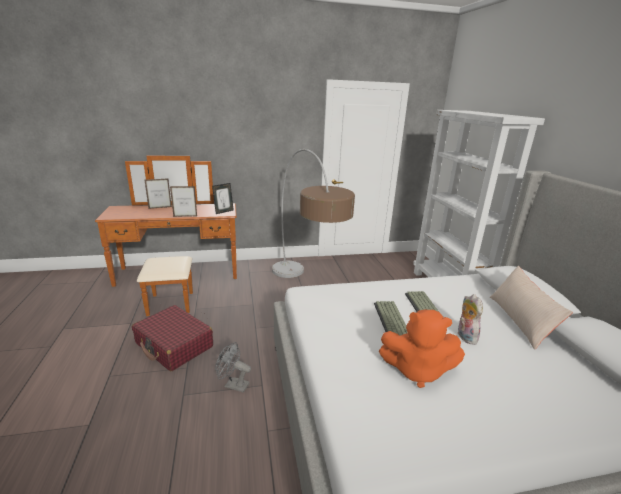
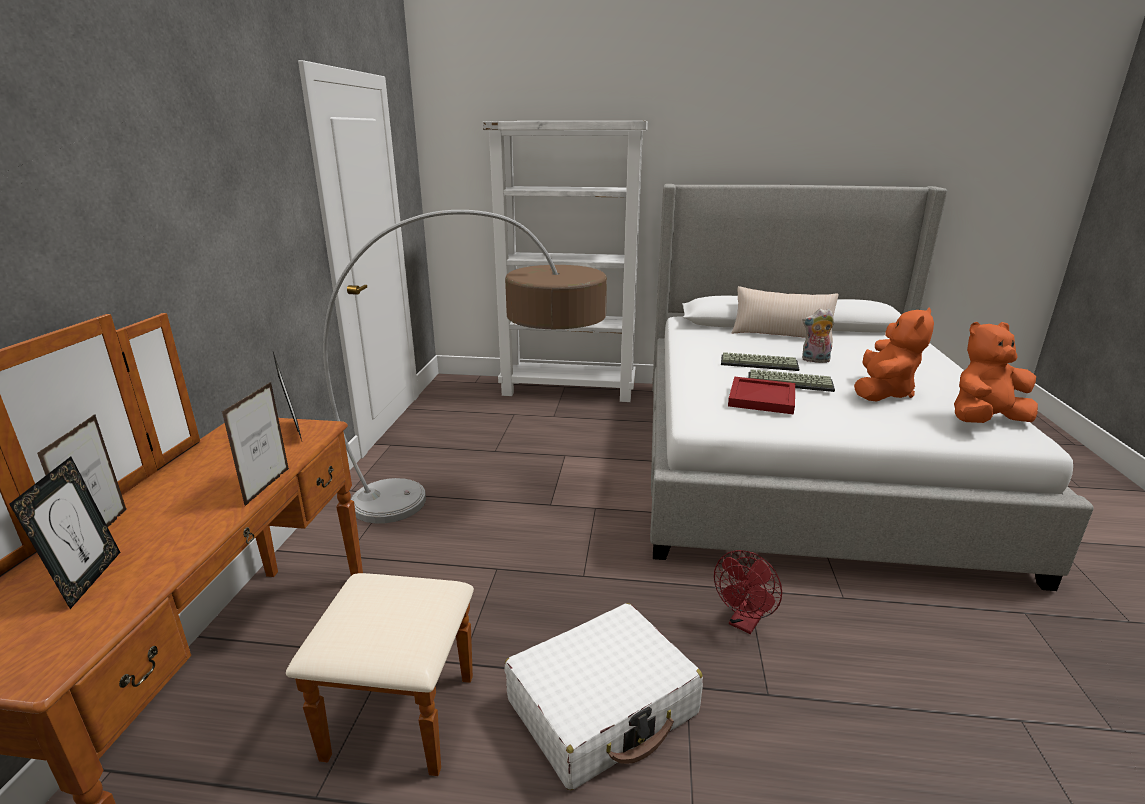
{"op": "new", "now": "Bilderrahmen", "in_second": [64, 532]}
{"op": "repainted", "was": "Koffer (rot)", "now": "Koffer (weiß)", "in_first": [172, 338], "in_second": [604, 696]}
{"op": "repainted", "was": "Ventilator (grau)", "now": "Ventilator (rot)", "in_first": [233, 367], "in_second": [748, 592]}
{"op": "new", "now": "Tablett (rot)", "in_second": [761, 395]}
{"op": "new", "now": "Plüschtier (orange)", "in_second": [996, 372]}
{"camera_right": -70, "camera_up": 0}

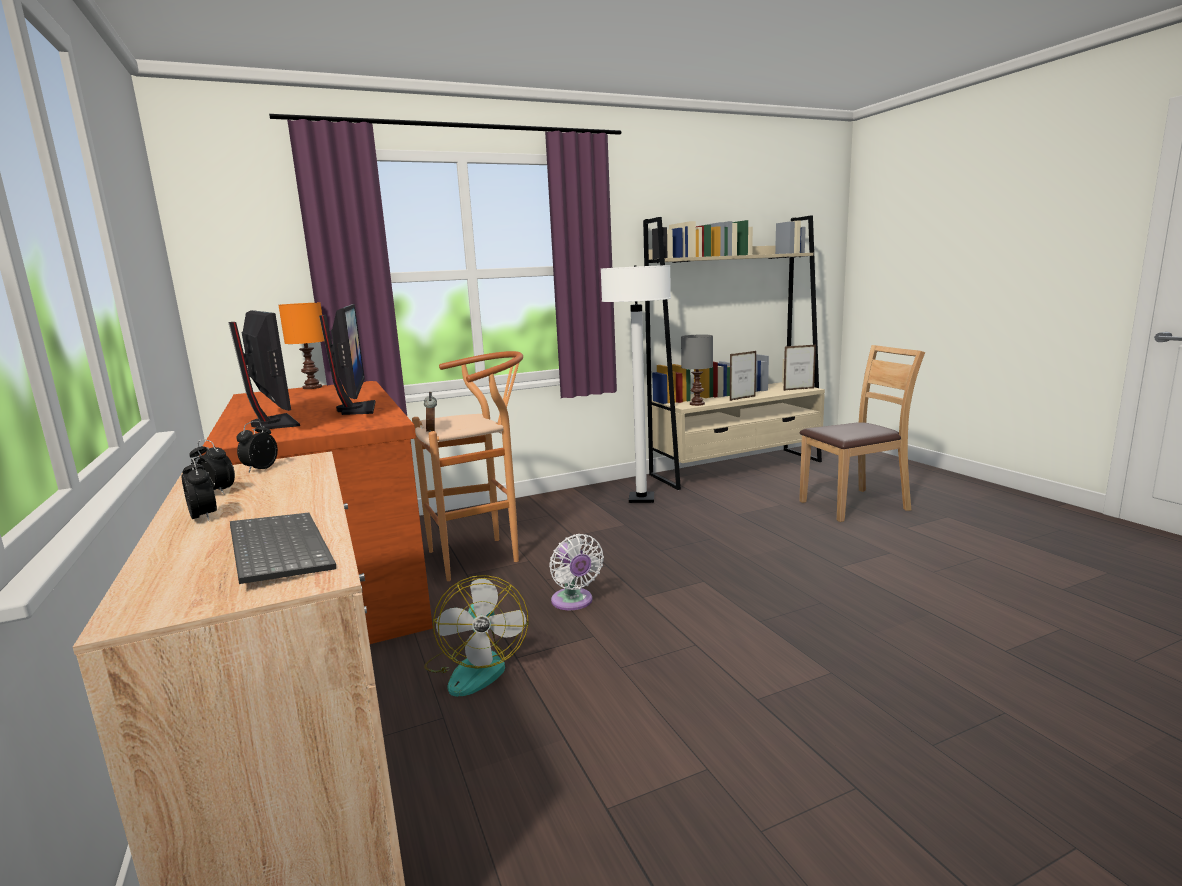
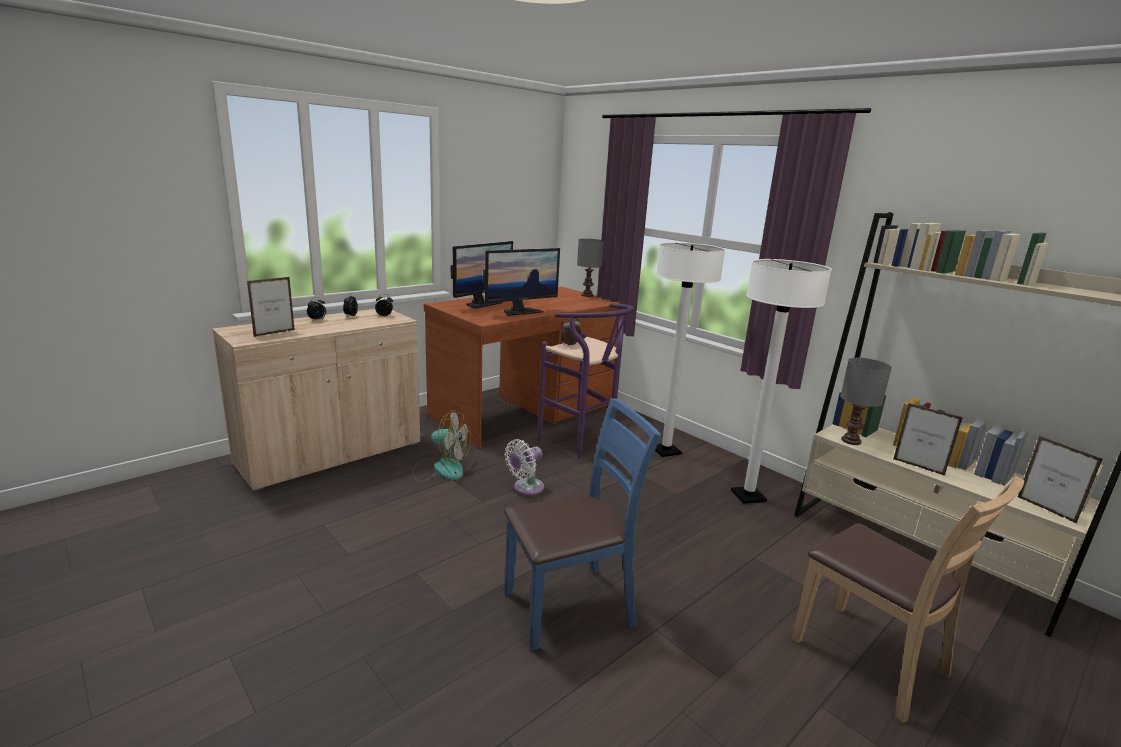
{"op": "swapped", "was": "Tastatur", "now": "Bilderrahmen", "in_first": [283, 548], "in_second": [271, 307]}
{"op": "rotated", "was": "Ventilator", "in_first": [476, 636], "in_second": [441, 446], "clockwise": -135}
{"op": "new", "now": "Stuhl (blau)", "in_second": [582, 524]}
{"op": "repainted", "was": "Hocker (braun)", "now": "Hocker (lila)", "in_first": [467, 466], "in_second": [586, 381]}
{"op": "repainted", "was": "Tischlampe (orange)", "now": "Tischlampe (grau)", "in_first": [301, 345], "in_second": [590, 268]}
{"op": "new", "now": "Stehlampe (weiß)", "in_second": [690, 349]}
{"camera_right": 70, "camera_up": 5}

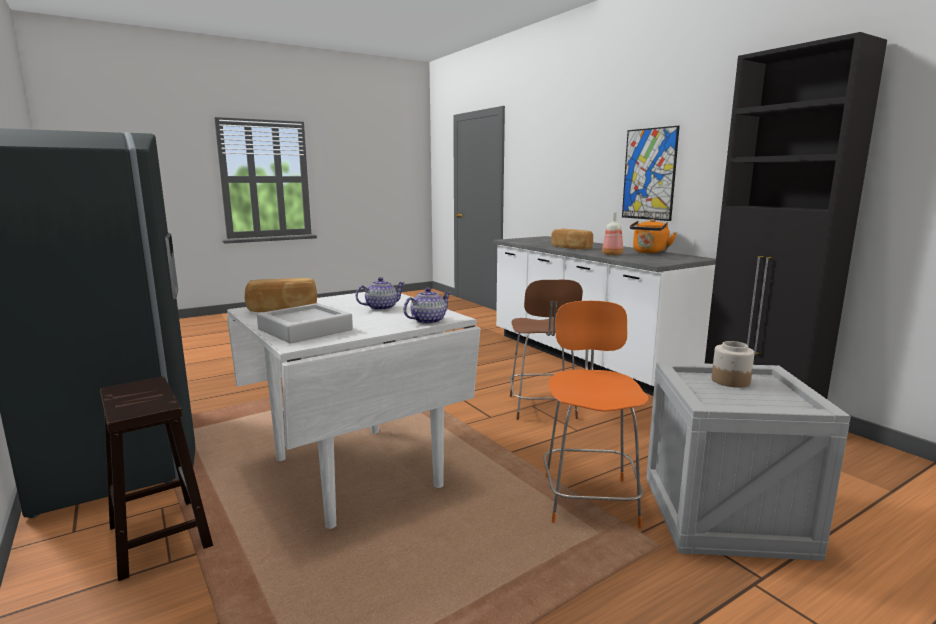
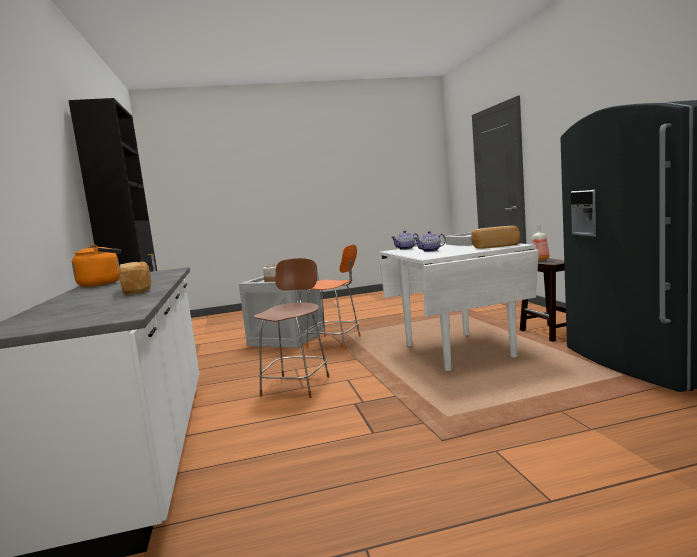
{"op": "rotated", "was": "Stuhl (orange)", "in_first": [595, 414], "in_second": [332, 297], "clockwise": -90}
{"op": "shifted", "was": "Flasche", "in_first": [612, 233], "in_second": [540, 242]}
{"op": "gone", "was": "Bild", "in_first": [651, 173]}
{"camera_right": -160, "camera_up": -5}

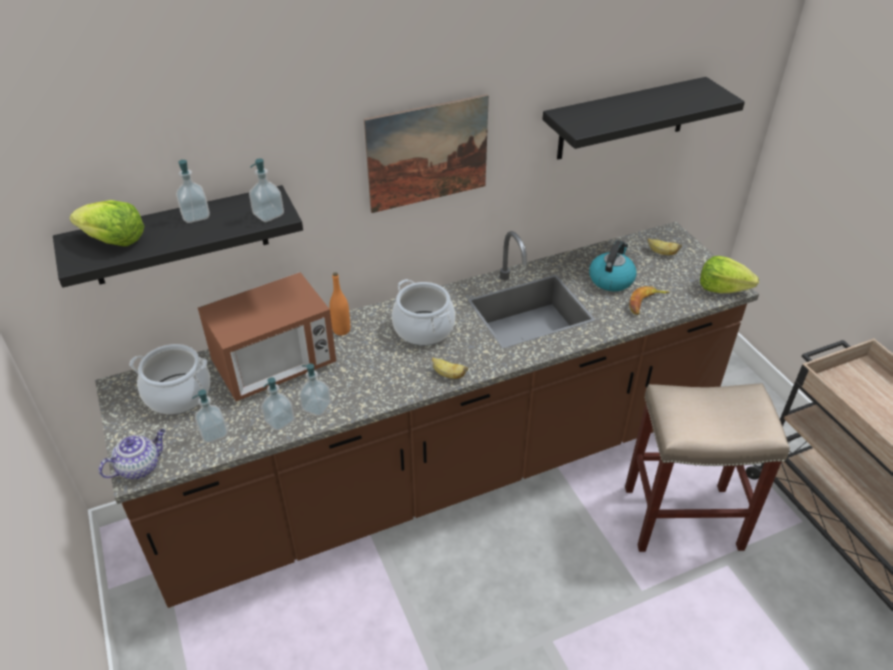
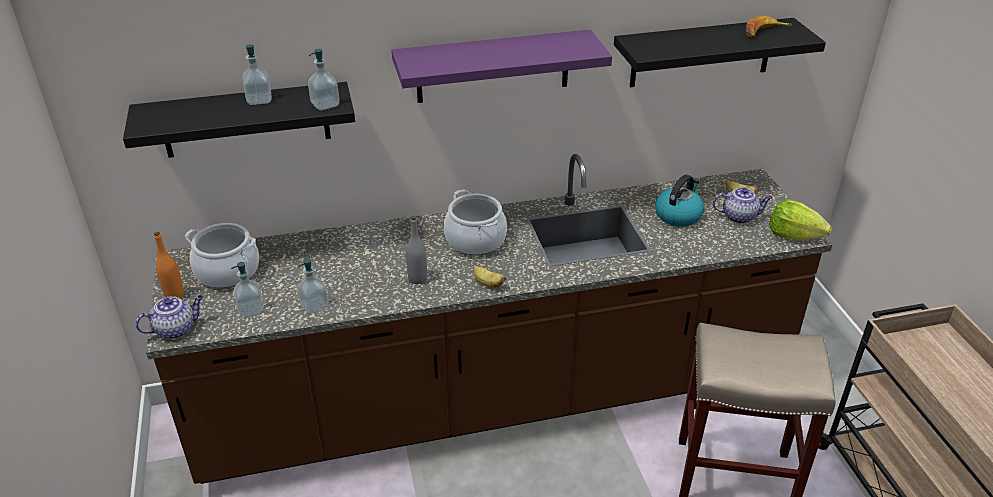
{"op": "shifted", "was": "Flasche (orange)", "in_first": [339, 303], "in_second": [169, 265]}
{"op": "swapped", "was": "Bild", "now": "Wandregal (lila)", "in_first": [426, 153], "in_second": [502, 66]}
{"op": "new", "now": "Flasche (grau)", "in_second": [416, 250]}
{"op": "new", "now": "Teekanne", "in_second": [742, 206]}
{"op": "shifted", "was": "Banane", "in_first": [650, 300], "in_second": [769, 26]}
{"op": "gone", "was": "Salatkopf", "in_first": [107, 223]}
{"op": "gone", "was": "Mikrowelle", "in_first": [267, 336]}
{"op": "gone", "was": "Seifenspender", "in_first": [315, 390]}
{"camera_right": 10, "camera_up": -5}

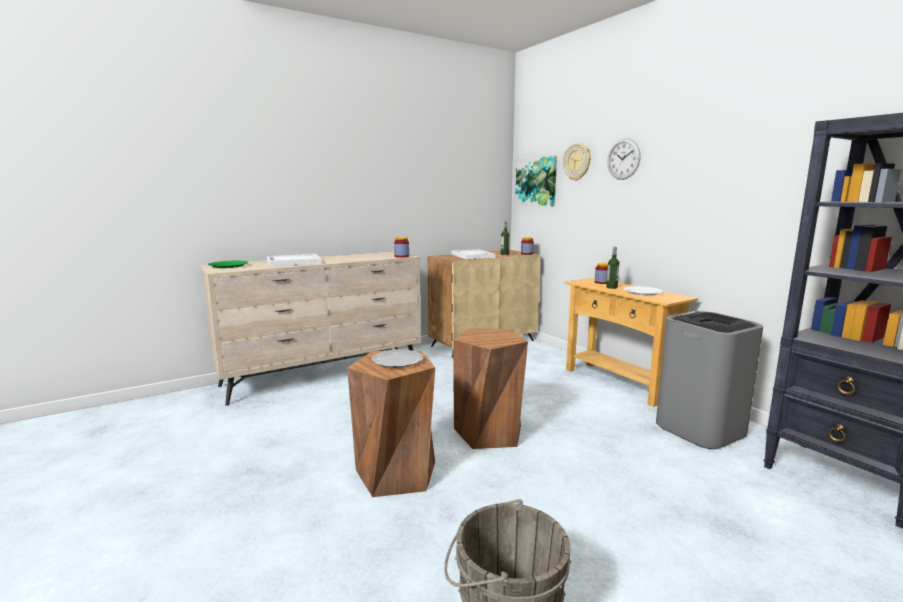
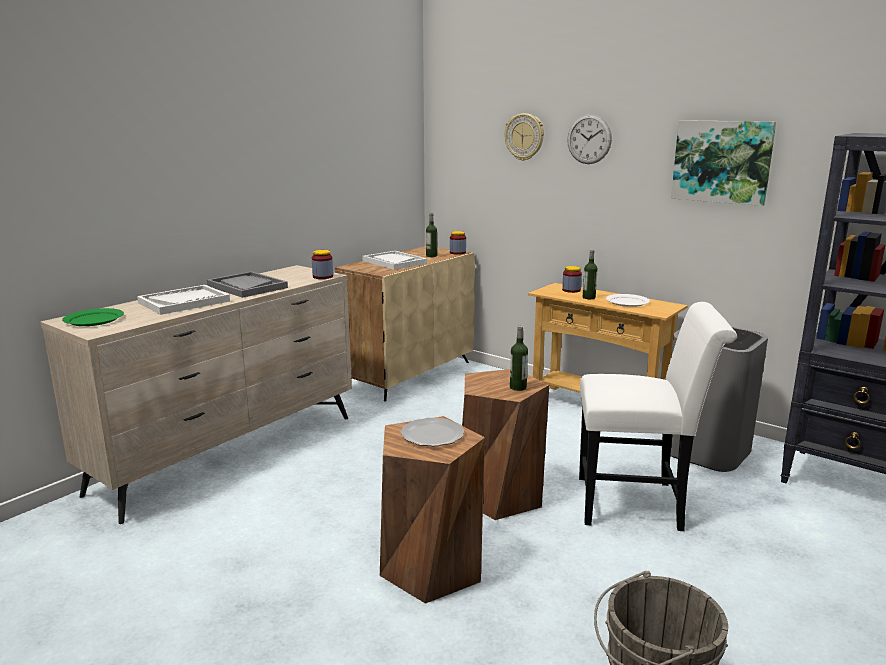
{"op": "new", "now": "Tablett (grau)", "in_second": [247, 284]}
{"op": "new", "now": "Flasche", "in_second": [519, 358]}
{"op": "new", "now": "Stuhl (weiß)", "in_second": [658, 416]}
{"op": "shifted", "was": "Bild", "in_first": [536, 181], "in_second": [723, 163]}
{"camera_right": -20, "camera_up": 5}

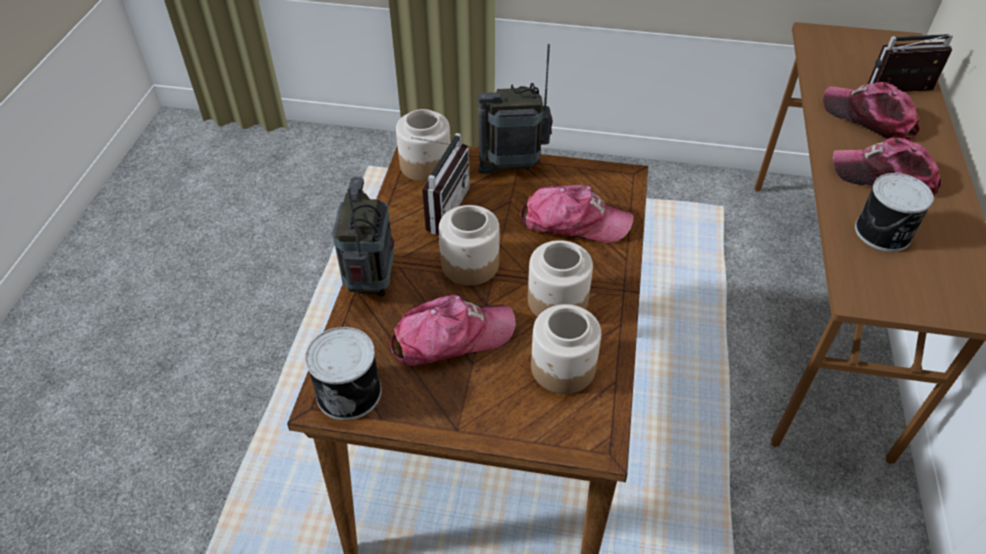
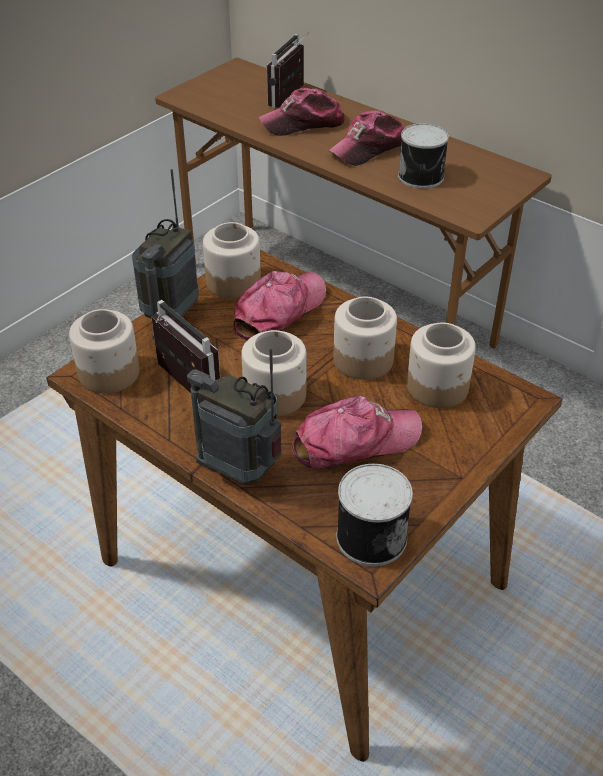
{"op": "new", "now": "Vorratsglas", "in_second": [232, 260]}
{"op": "rotated", "was": "Kappe", "in_first": [453, 330], "in_second": [357, 432], "clockwise": 60}
{"camera_right": -60, "camera_up": -5}

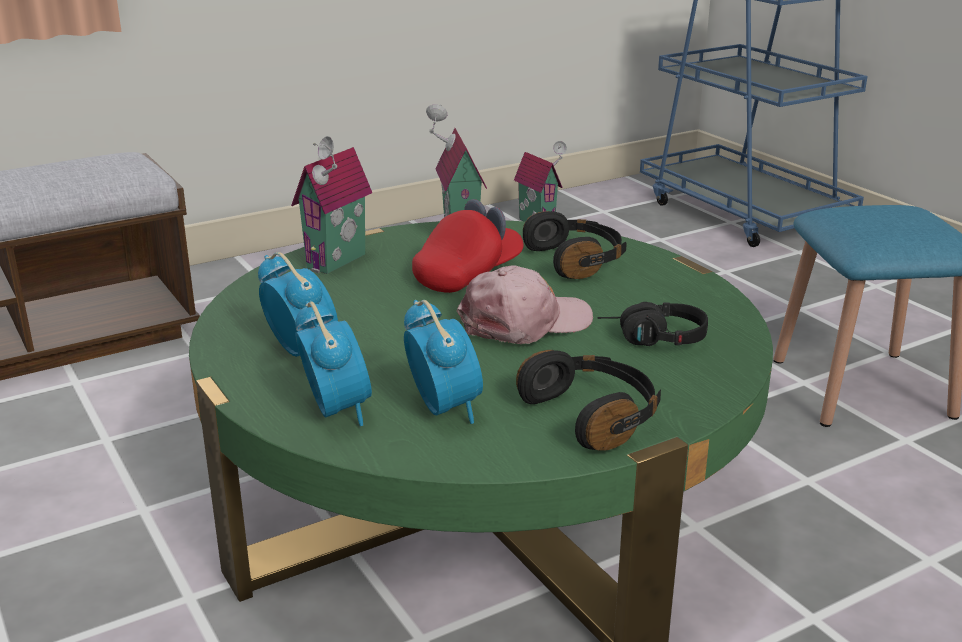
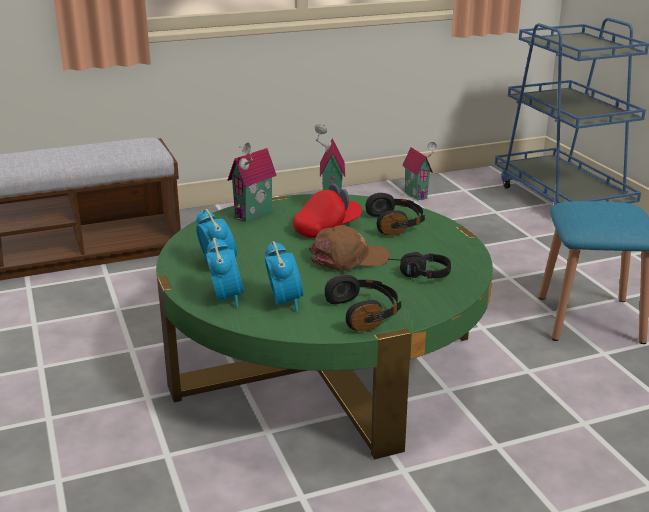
{"op": "repainted", "was": "Kappe (rosa)", "now": "Kappe (braun)", "in_first": [524, 304], "in_second": [349, 248]}
{"camera_right": 10, "camera_up": 0}

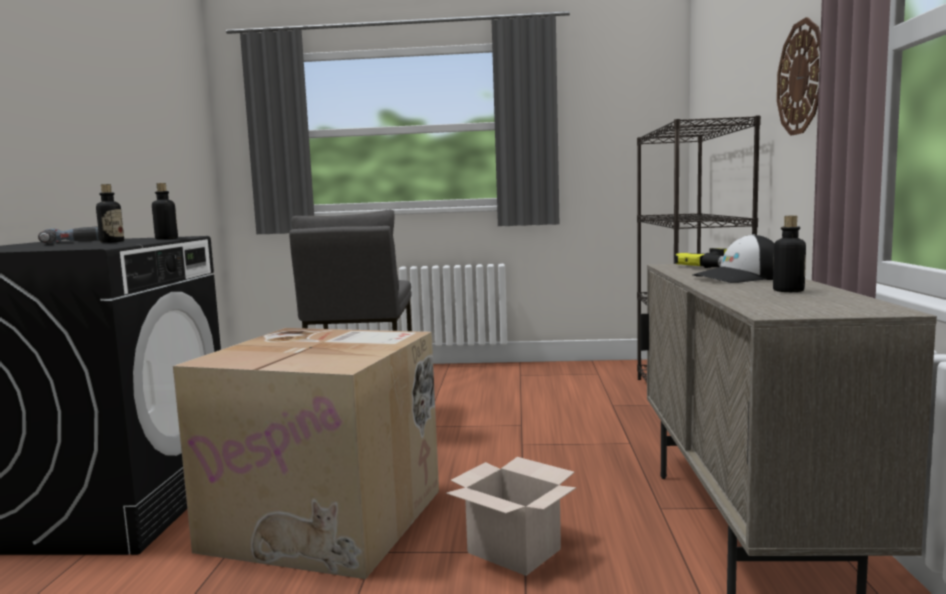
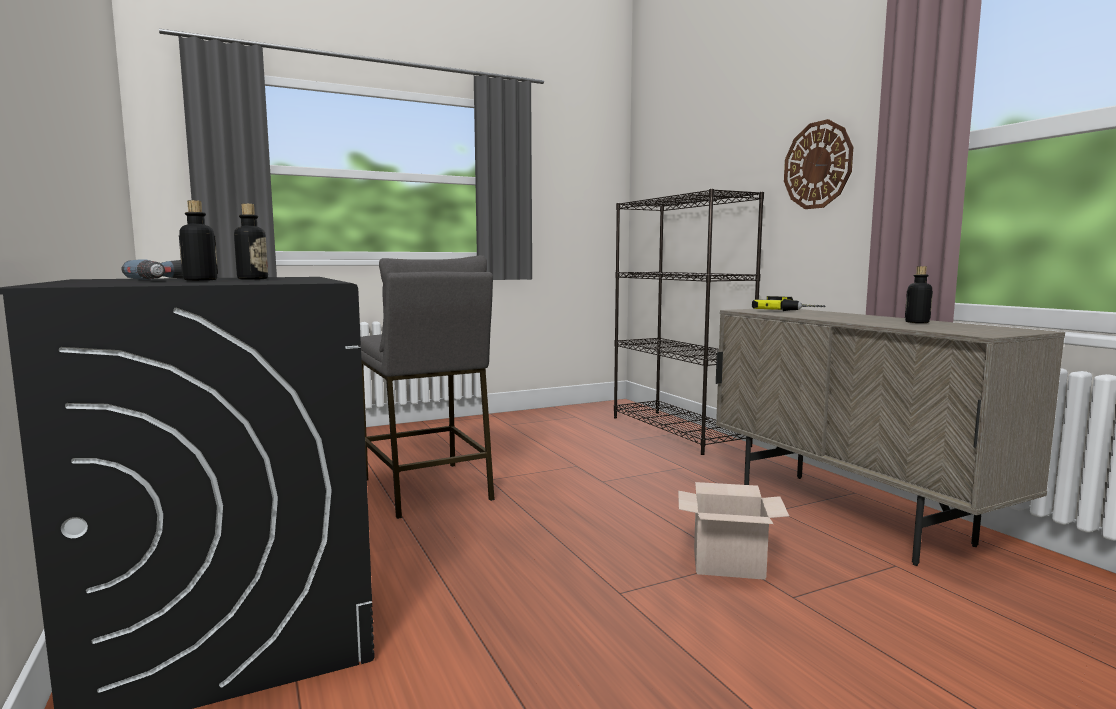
{"op": "shifted", "was": "Flasche", "in_first": [165, 211], "in_second": [198, 240]}
{"op": "gone", "was": "Karton", "in_first": [306, 453]}
{"op": "gone", "was": "Kappe", "in_first": [733, 258]}
{"camera_right": -30, "camera_up": 0}

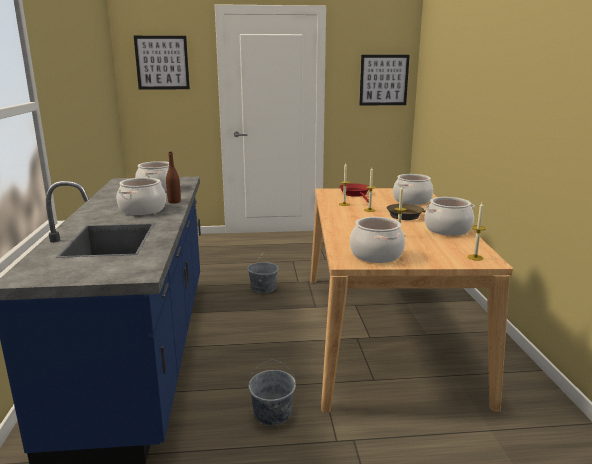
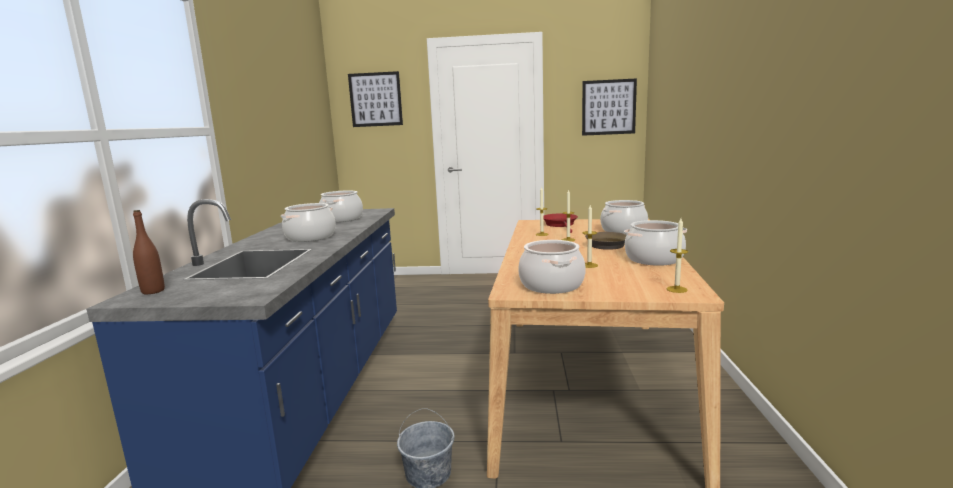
{"op": "shifted", "was": "Flasche (braun)", "in_first": [173, 177], "in_second": [149, 252]}
{"op": "gone", "was": "Eimer (grau)", "in_first": [263, 272]}
{"camera_right": 10, "camera_up": -5}

